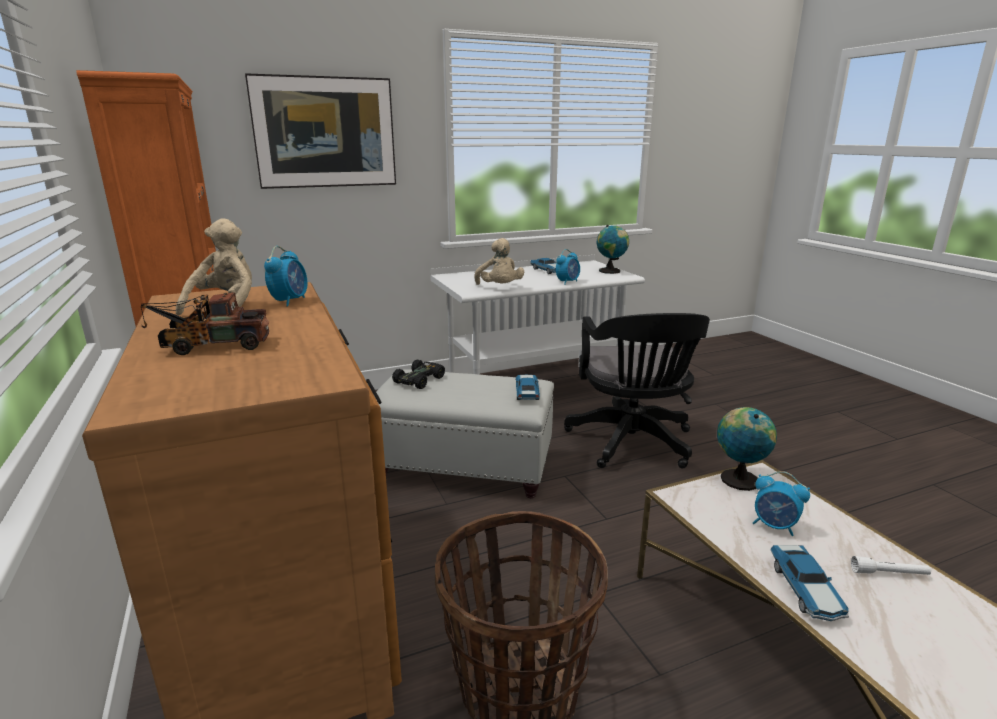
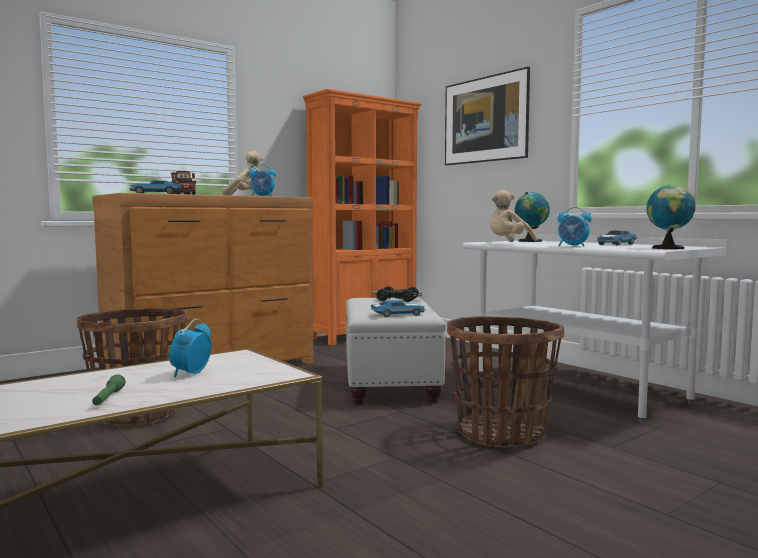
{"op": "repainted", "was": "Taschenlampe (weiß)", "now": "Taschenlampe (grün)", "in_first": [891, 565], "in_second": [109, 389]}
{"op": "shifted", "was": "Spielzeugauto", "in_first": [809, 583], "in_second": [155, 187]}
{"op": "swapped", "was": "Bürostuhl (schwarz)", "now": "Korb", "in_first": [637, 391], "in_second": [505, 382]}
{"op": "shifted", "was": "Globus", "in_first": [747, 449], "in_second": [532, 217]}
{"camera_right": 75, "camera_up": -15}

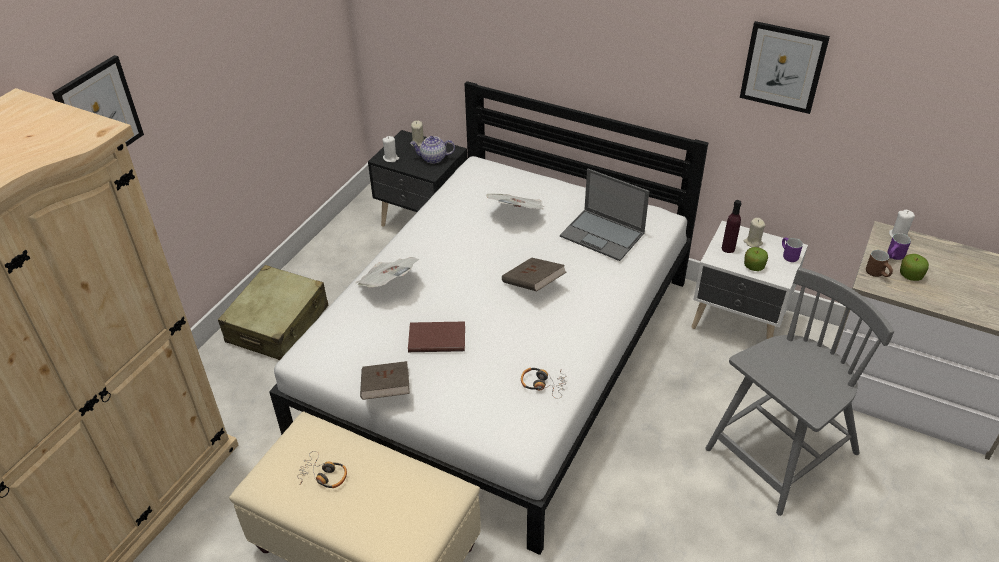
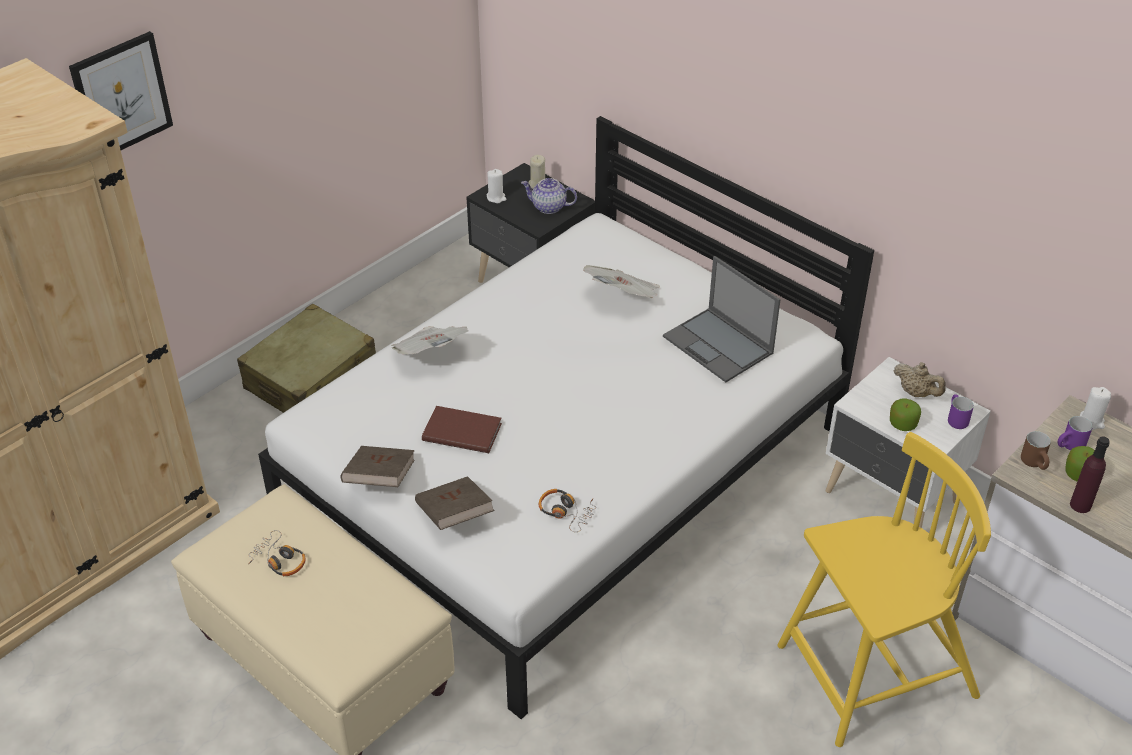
{"op": "shifted", "was": "Buch (braun)", "in_first": [534, 274], "in_second": [455, 503]}
{"op": "repainted", "was": "Stuhl (grau)", "now": "Stuhl (gelb)", "in_first": [799, 391], "in_second": [884, 589]}
{"op": "swapped", "was": "Kerze (beige)", "now": "Teekanne (beige)", "in_first": [755, 232], "in_second": [920, 379]}
{"op": "shifted", "was": "Flasche (lila)", "in_first": [732, 226], "in_second": [1090, 474]}
{"op": "gone", "was": "Bild", "in_first": [785, 67]}
{"camera_right": 15, "camera_up": 0}

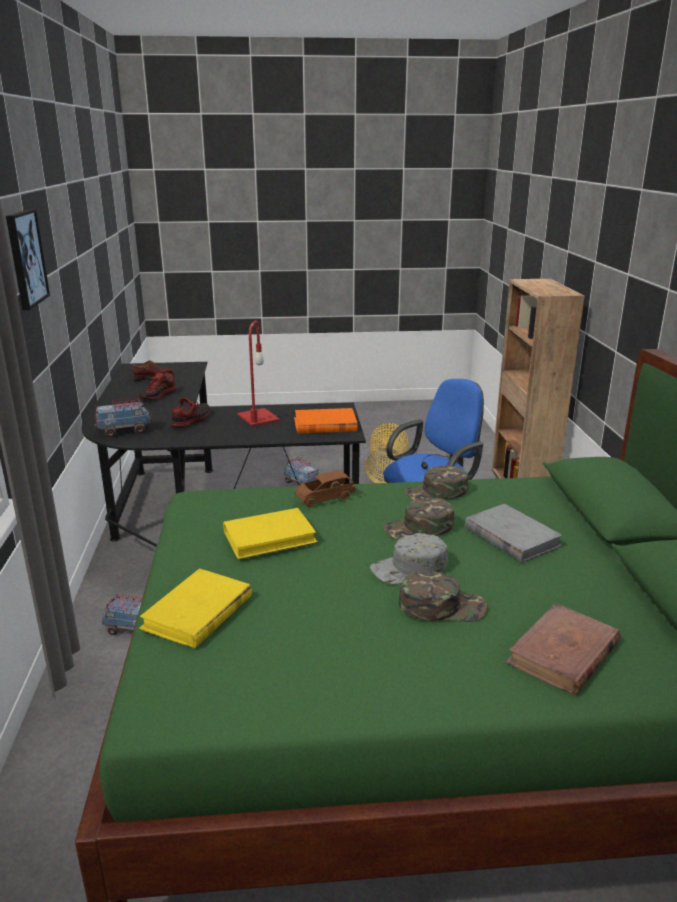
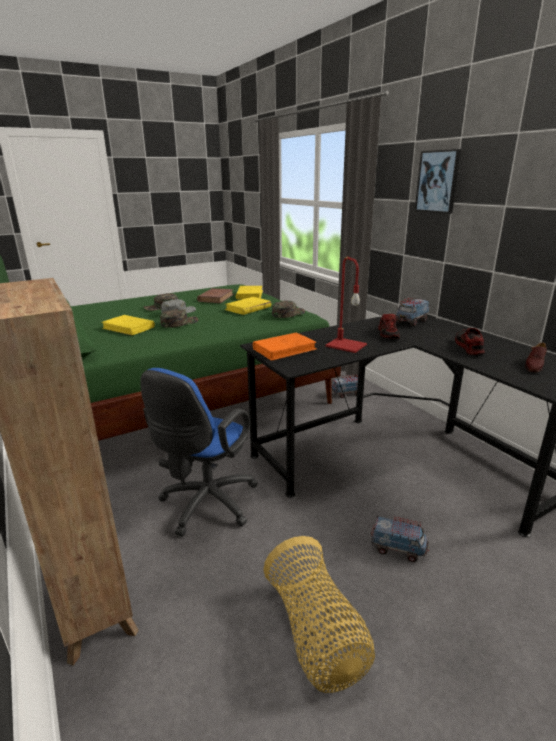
{"op": "repainted", "was": "Buch (grau)", "now": "Buch (gelb)", "in_first": [514, 533], "in_second": [128, 325]}
{"op": "shifted", "was": "Buch (braun)", "in_first": [563, 649], "in_second": [215, 295]}
{"op": "shifted", "was": "Kappe (grün)", "in_first": [436, 482], "in_second": [288, 309]}
{"op": "gone", "was": "Spielzeugauto (braun)", "in_first": [325, 488]}
{"camera_right": 155, "camera_up": 0}

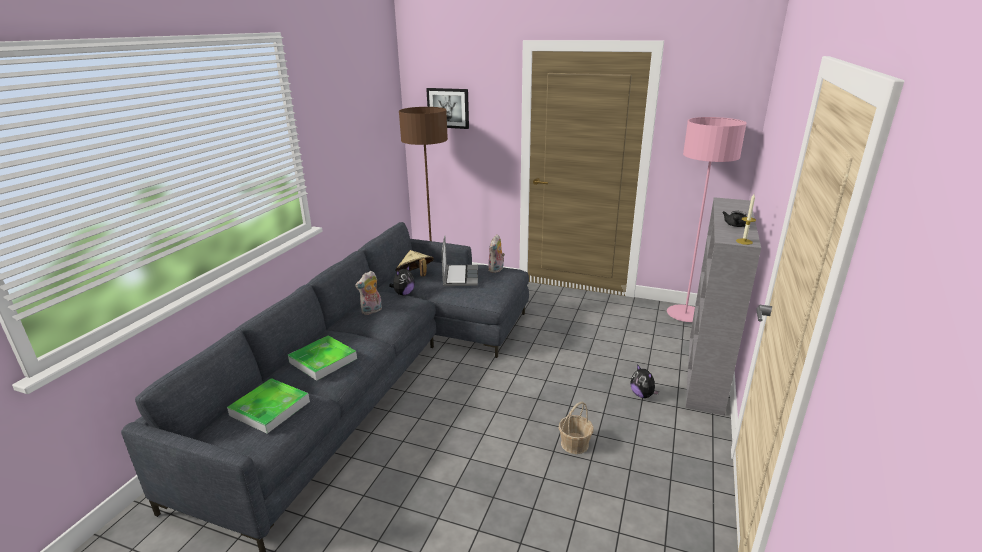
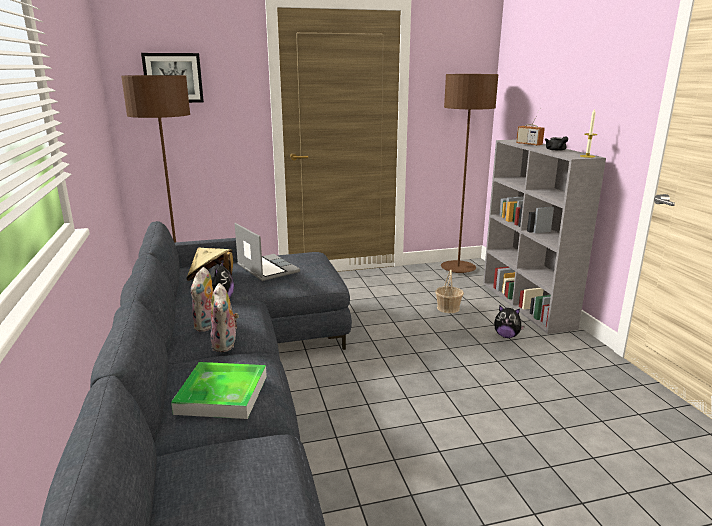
{"op": "shifted", "was": "Plüschtier", "in_first": [496, 253], "in_second": [225, 317]}
{"op": "shifted", "was": "Korb", "in_first": [576, 428], "in_second": [449, 291]}
{"op": "repainted", "was": "Stehlampe (rosa)", "now": "Stehlampe (braun)", "in_first": [707, 219], "in_second": [470, 173]}
{"op": "new", "now": "Radio", "in_second": [530, 126]}
{"op": "gone", "was": "Tablett", "in_first": [268, 406]}
{"camera_right": -35, "camera_up": -5}

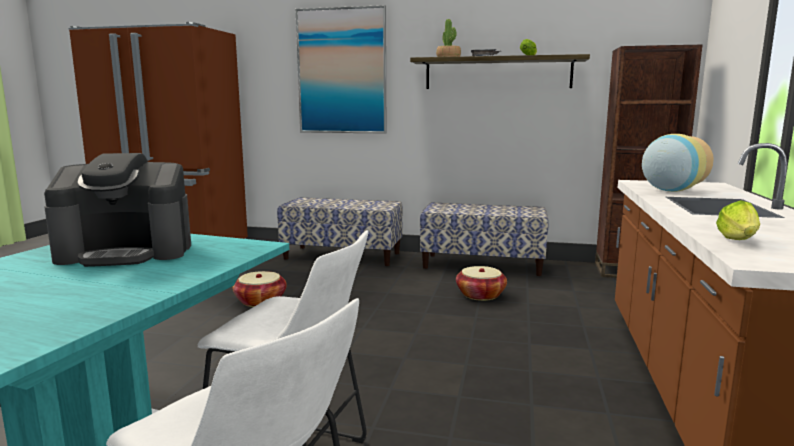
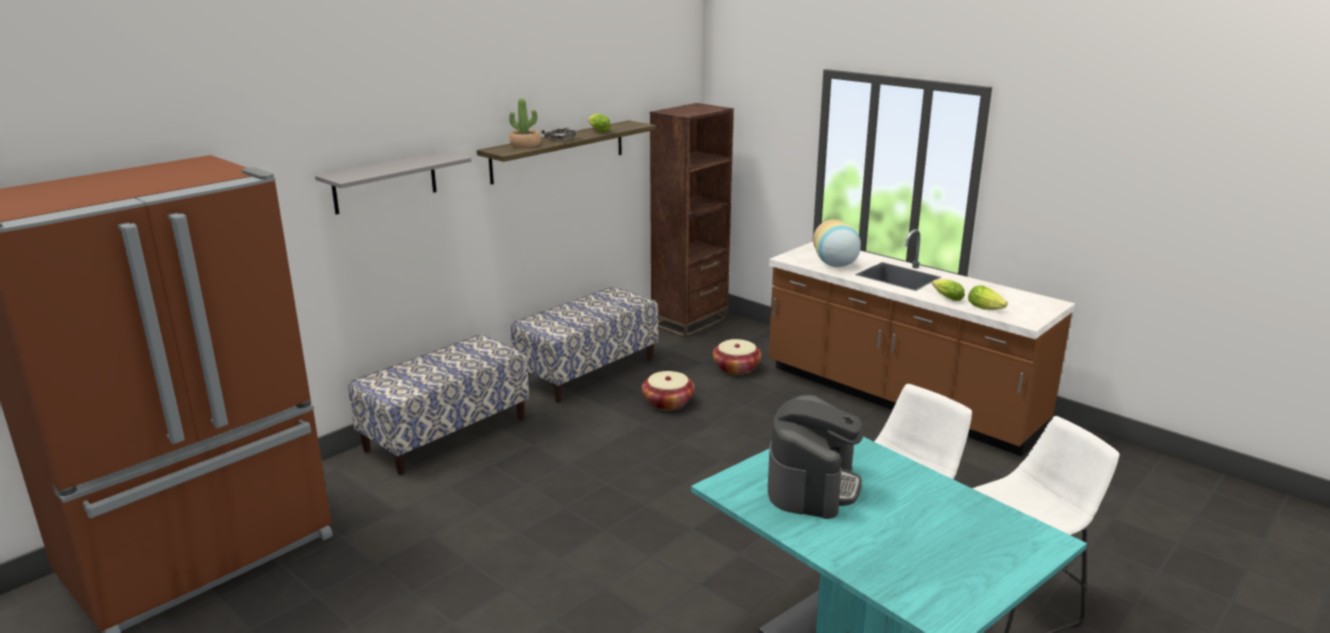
{"op": "swapped", "was": "Bild", "now": "Wandregal (grau)", "in_first": [340, 69], "in_second": [393, 182]}
{"op": "shifted", "was": "Korb", "in_first": [260, 289], "in_second": [737, 357]}
{"op": "new", "now": "Salatkopf", "in_second": [948, 290]}
{"camera_right": -60, "camera_up": 10}

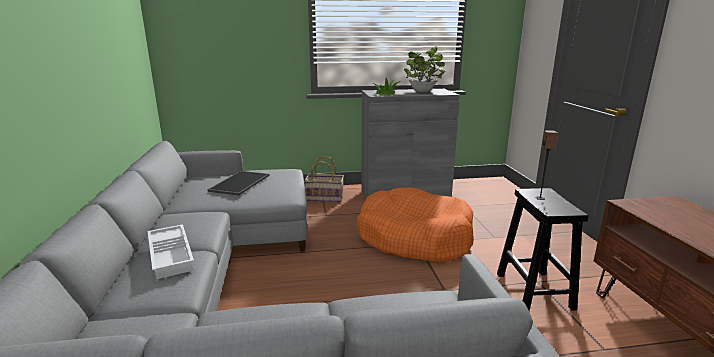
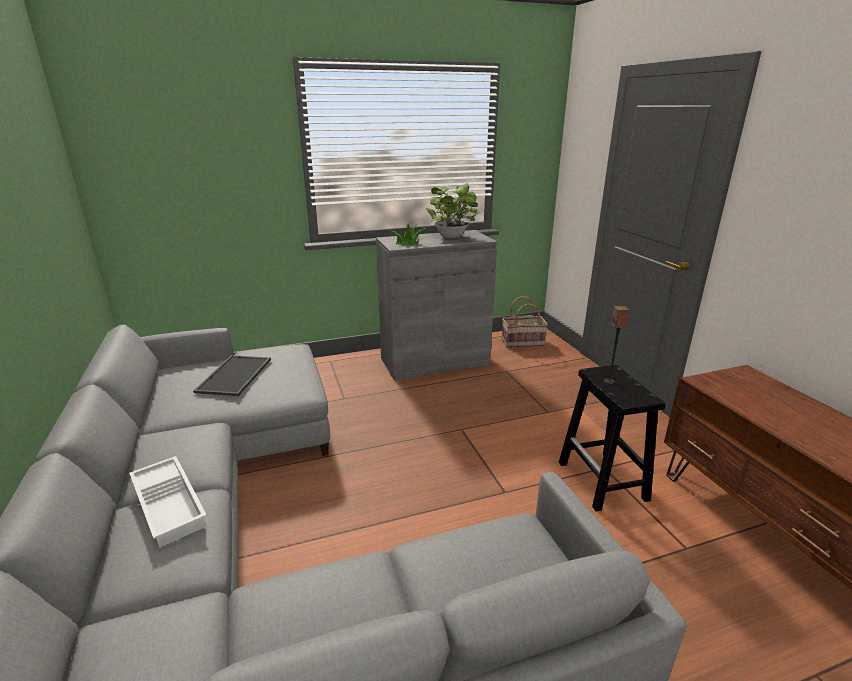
{"op": "shifted", "was": "Korb", "in_first": [324, 179], "in_second": [525, 322]}
{"op": "gone", "was": "Hundebett (orange)", "in_first": [415, 224]}
{"camera_right": -10, "camera_up": 5}

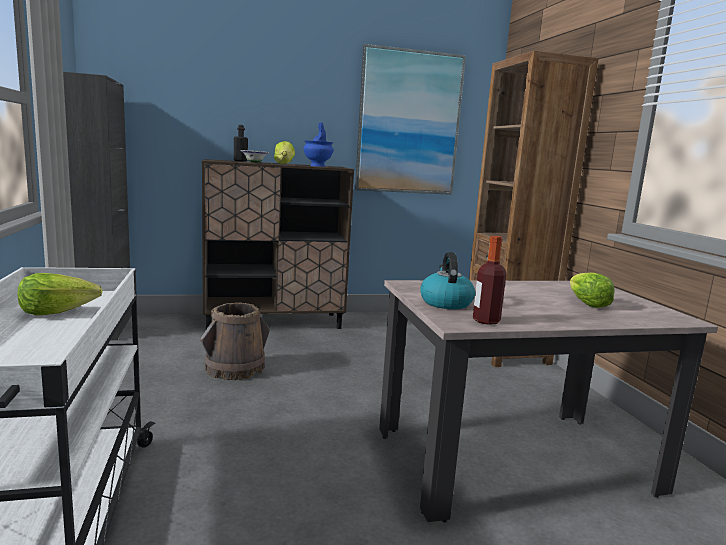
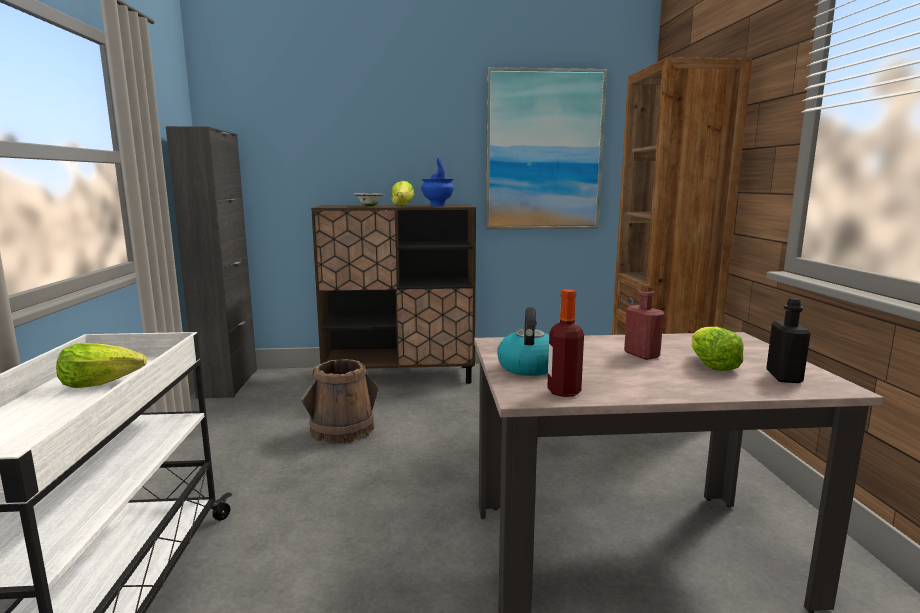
{"op": "new", "now": "Flasche (rot)", "in_second": [644, 322]}
{"op": "shifted", "was": "Flasche (schwarz)", "in_first": [241, 143], "in_second": [788, 340]}
{"camera_right": 10, "camera_up": 0}

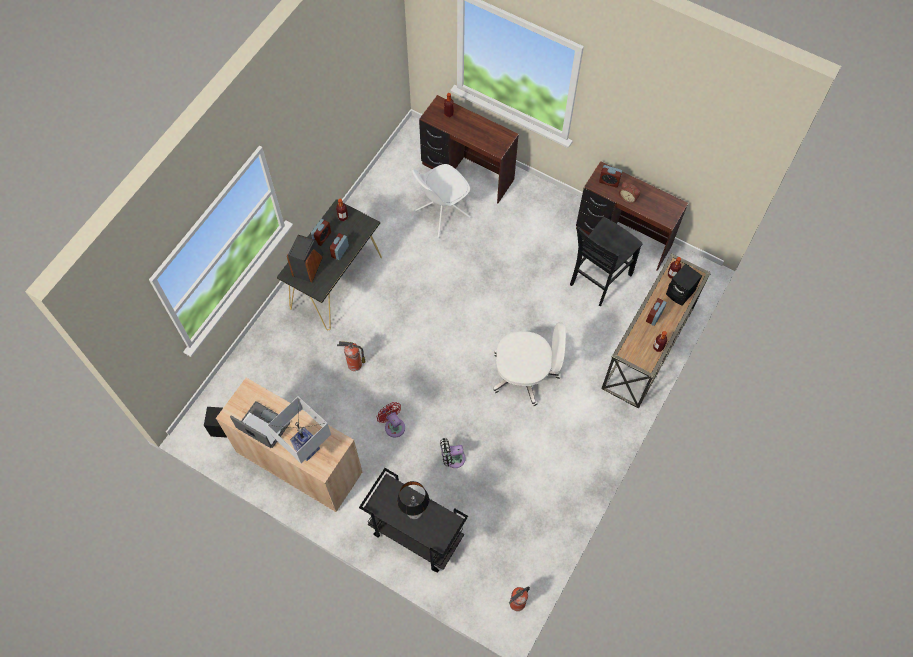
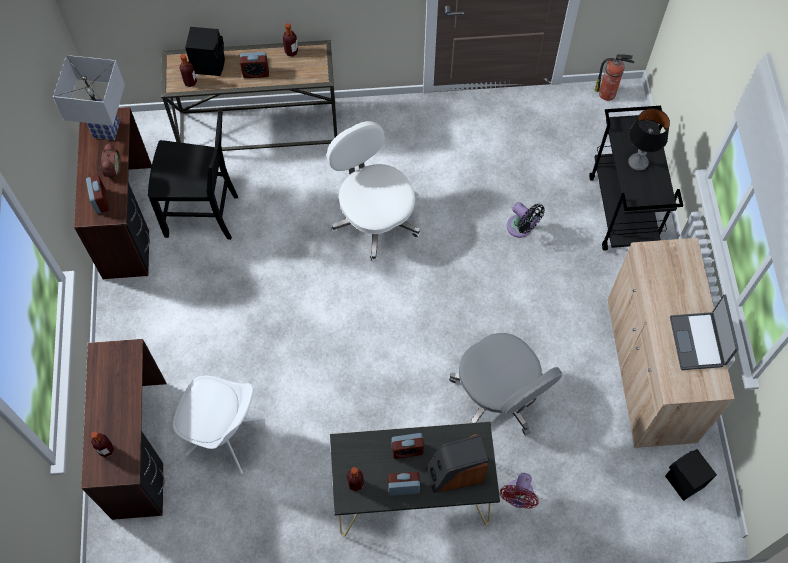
{"op": "shifted", "was": "Tischlampe (weiß)", "in_first": [299, 429], "in_second": [89, 97]}
{"op": "swapped", "was": "Feuerlöscher", "now": "Bürostuhl (grau)", "in_first": [351, 356], "in_second": [505, 384]}
{"op": "shifted", "was": "Ventilator (rot)", "in_first": [391, 420], "in_second": [519, 491]}
{"camera_right": -125, "camera_up": 0}

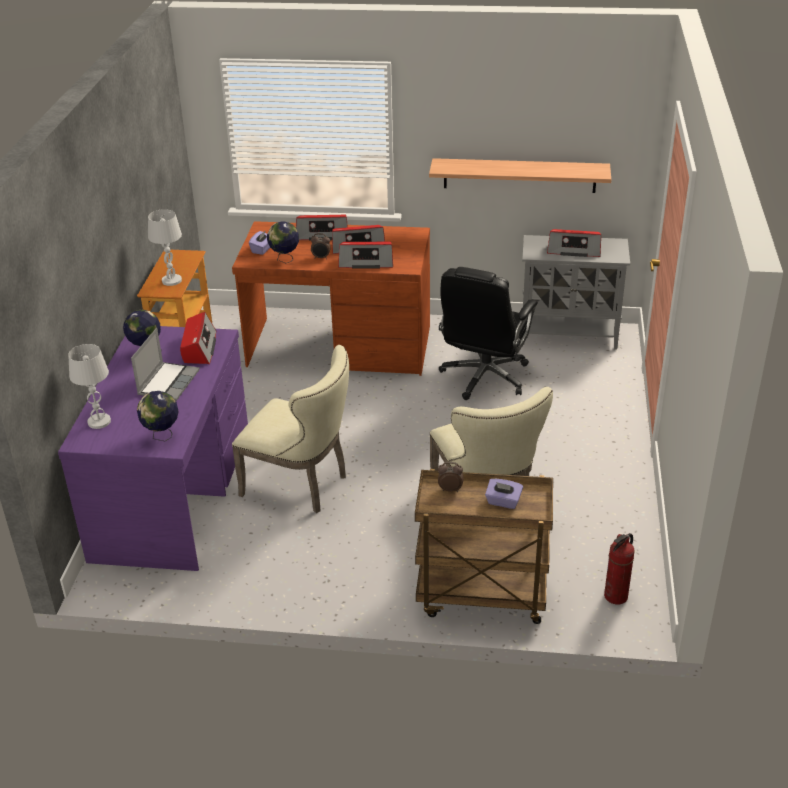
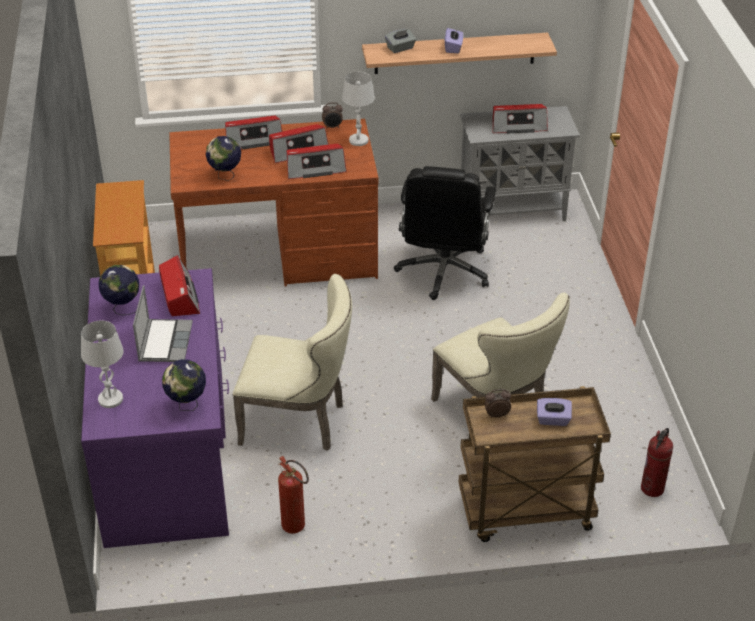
{"op": "new", "now": "Feuerlöscher", "in_second": [293, 495]}
{"op": "shifted", "was": "Wecker", "in_first": [321, 246], "in_second": [332, 115]}
{"op": "shifted", "was": "Tischlampe (weiß)", "in_first": [165, 247], "in_second": [358, 109]}
{"op": "new", "now": "Taschentuchbox (grau)", "in_second": [400, 41]}
{"op": "shifted", "was": "Taschentuchbox (lila)", "in_first": [259, 242], "in_second": [454, 40]}
{"camera_right": -15, "camera_up": 5}

